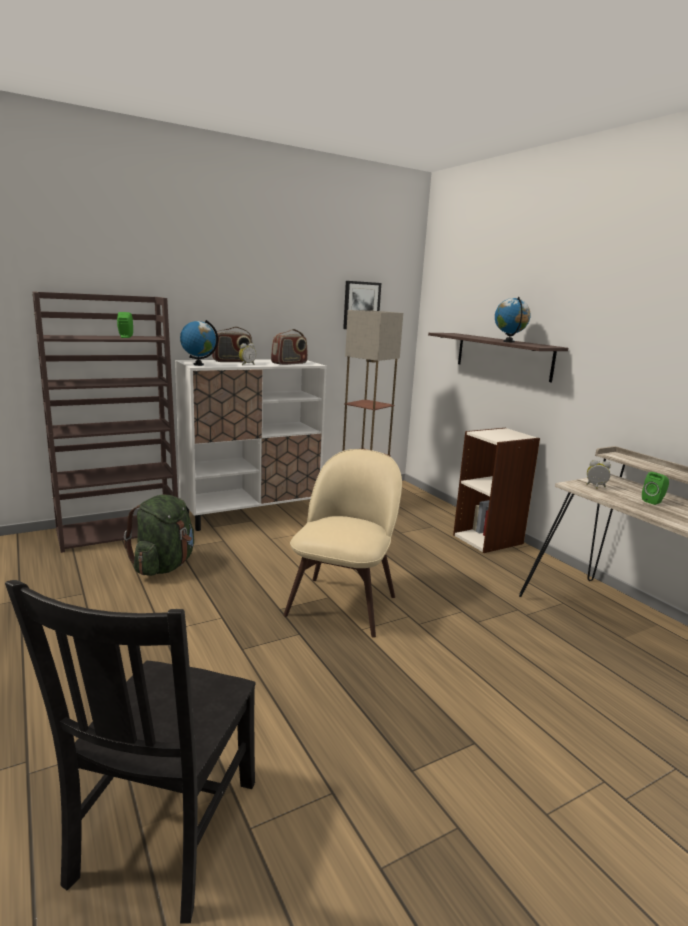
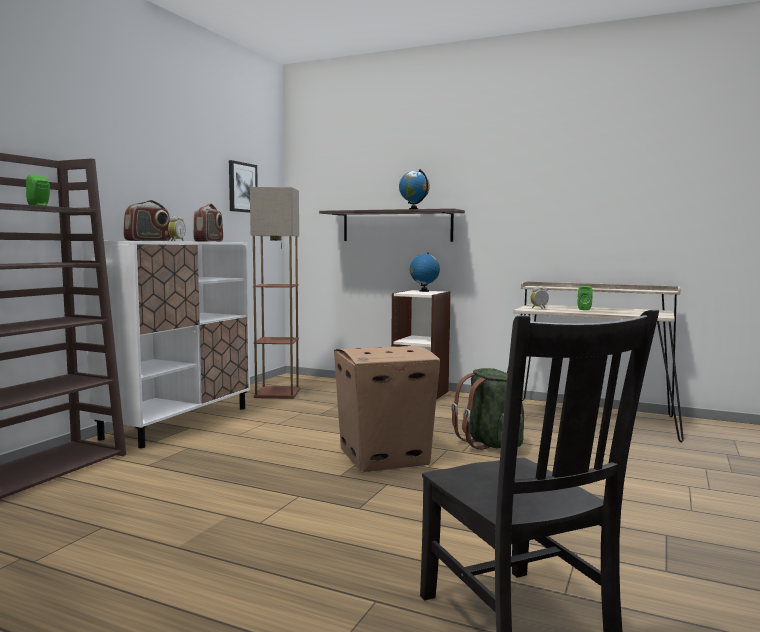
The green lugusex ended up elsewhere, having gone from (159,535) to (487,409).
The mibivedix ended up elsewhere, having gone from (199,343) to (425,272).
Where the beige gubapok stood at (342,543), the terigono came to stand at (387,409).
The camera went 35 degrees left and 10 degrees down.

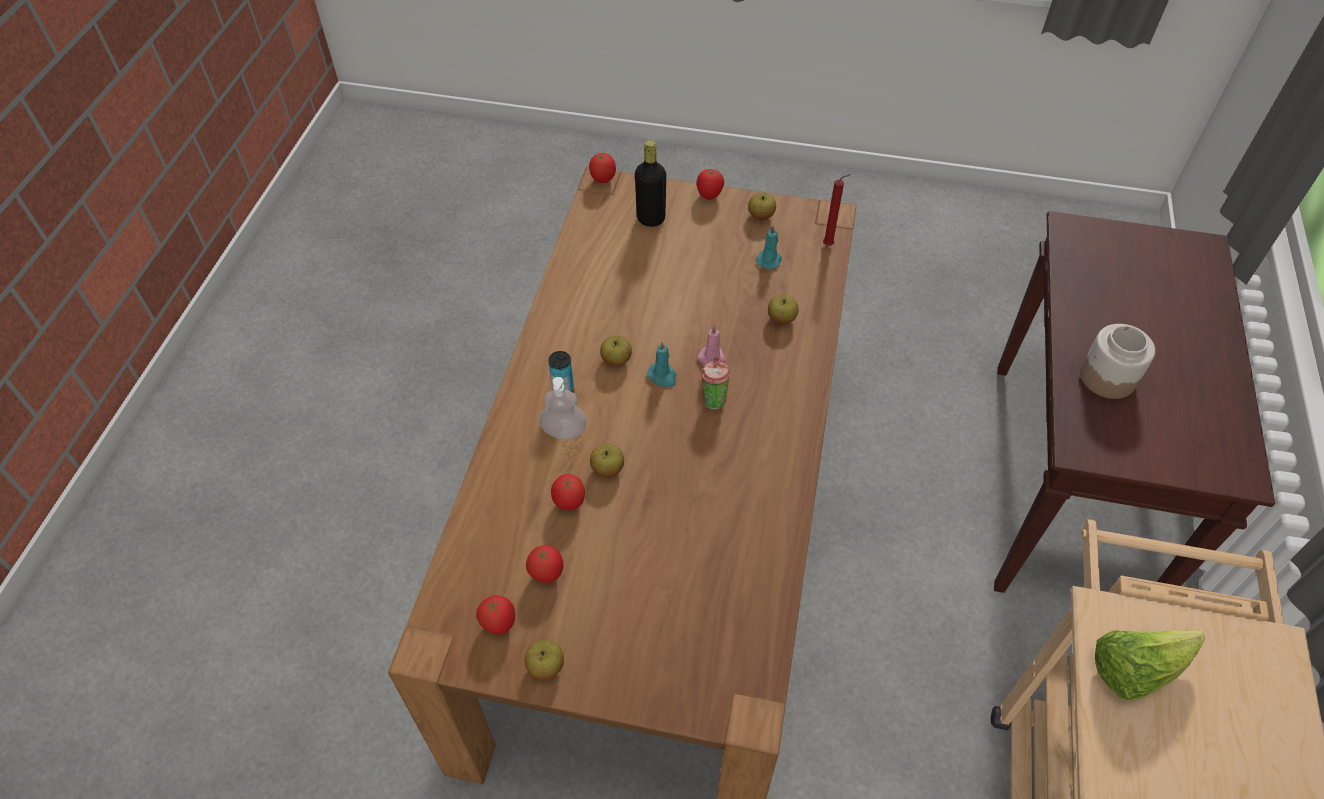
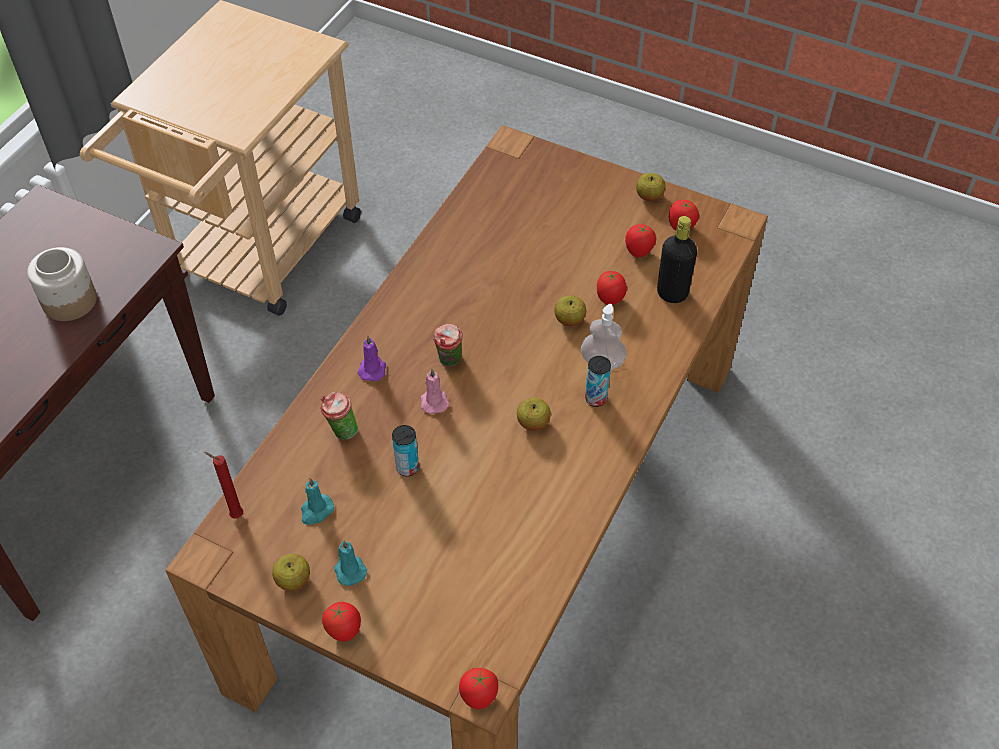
The second view lost the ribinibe at (1150,664).
The second view gained the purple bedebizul at (372,358).
The second view gained the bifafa at (405,450).
The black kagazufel ended up elsewhere, having gone from (650,183) to (677,259).
The turquoise bedebizul ended up elsewhere, having gone from (661,365) to (350,563).
Where the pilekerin stood at (783,310), the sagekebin came to stand at (339,416).
The camera went 165 degrees left and 0 degrees up.

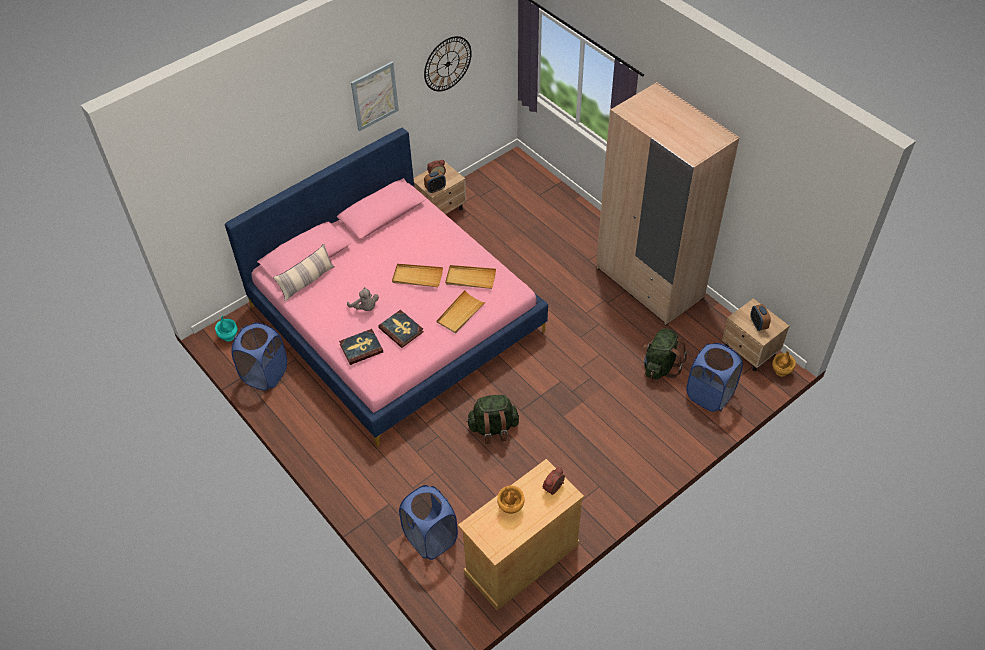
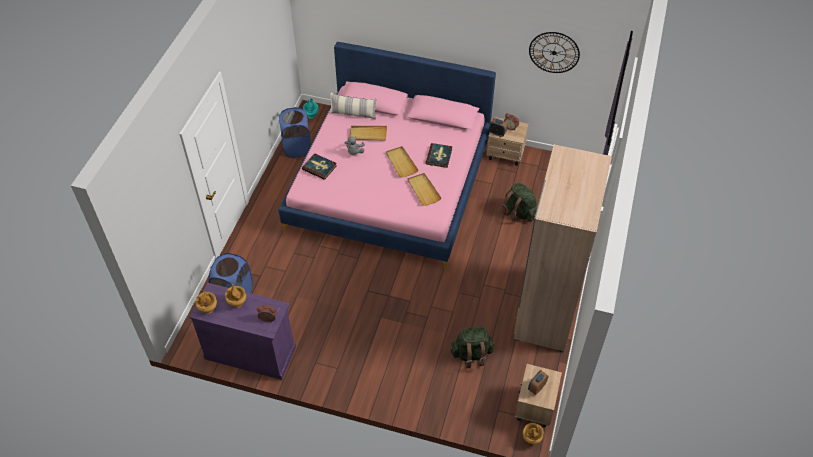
The second view lost the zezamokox at (375,96).
The second view lost the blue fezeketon at (714,377).
The second view gained the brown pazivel at (206,302).
The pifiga ended up elsewhere, having gone from (400,329) to (439,155).
The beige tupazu ended up elsewhere, having gone from (461,312) to (368,133).
The green lugusex ended up elsewhere, having gone from (492,419) to (519,202).
What was the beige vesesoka at (521,535) turned into the purple vesesoka at (242,331).
The camera went 55 degrees right and 0 degrees up.

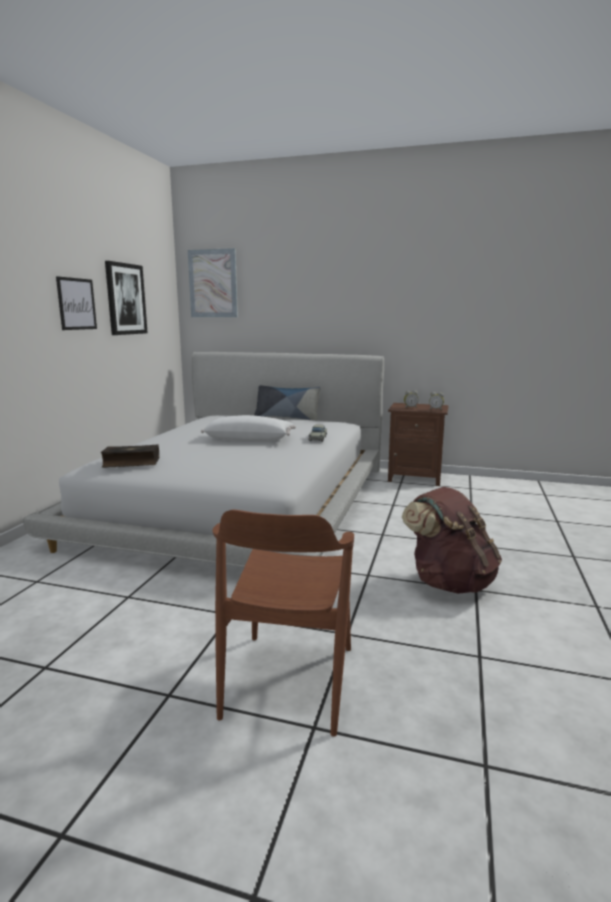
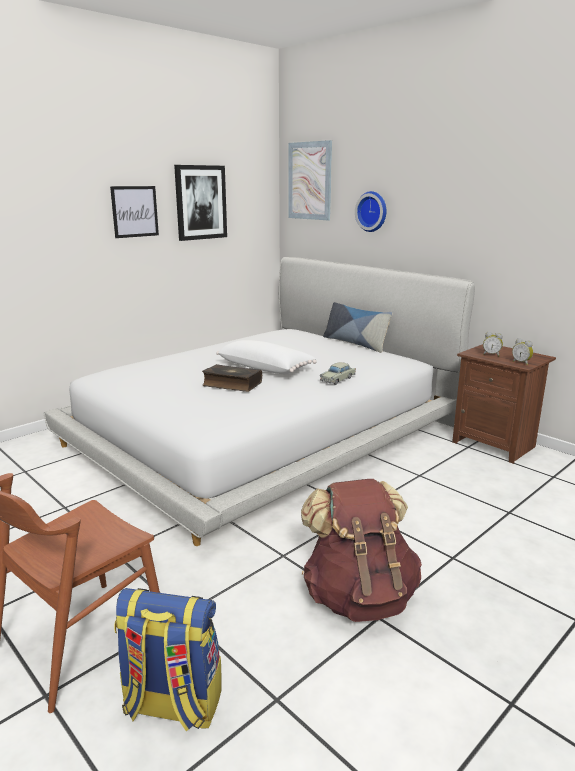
The second view gained the lugusex at (168,659).
The second view gained the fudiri at (370,211).
The pifiga ended up elsewhere, having gone from (130,456) to (232,378).
The camera went 30 degrees right and 5 degrees up.

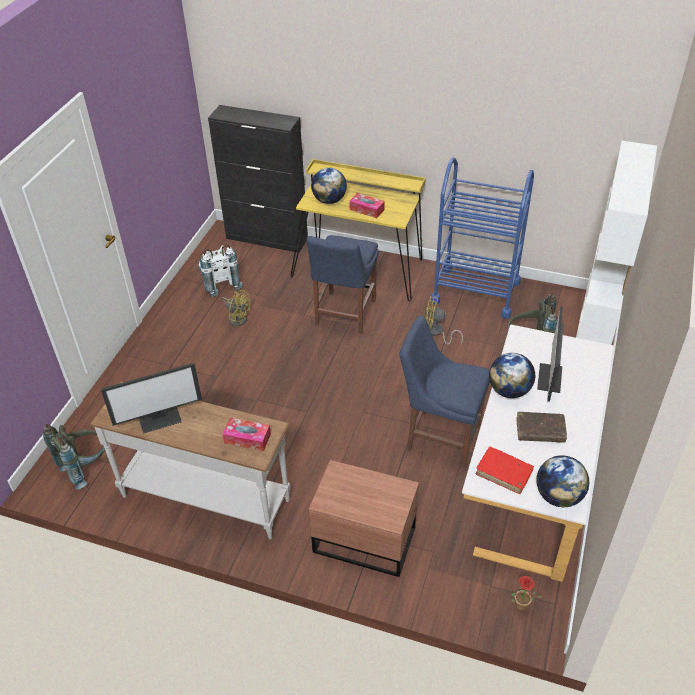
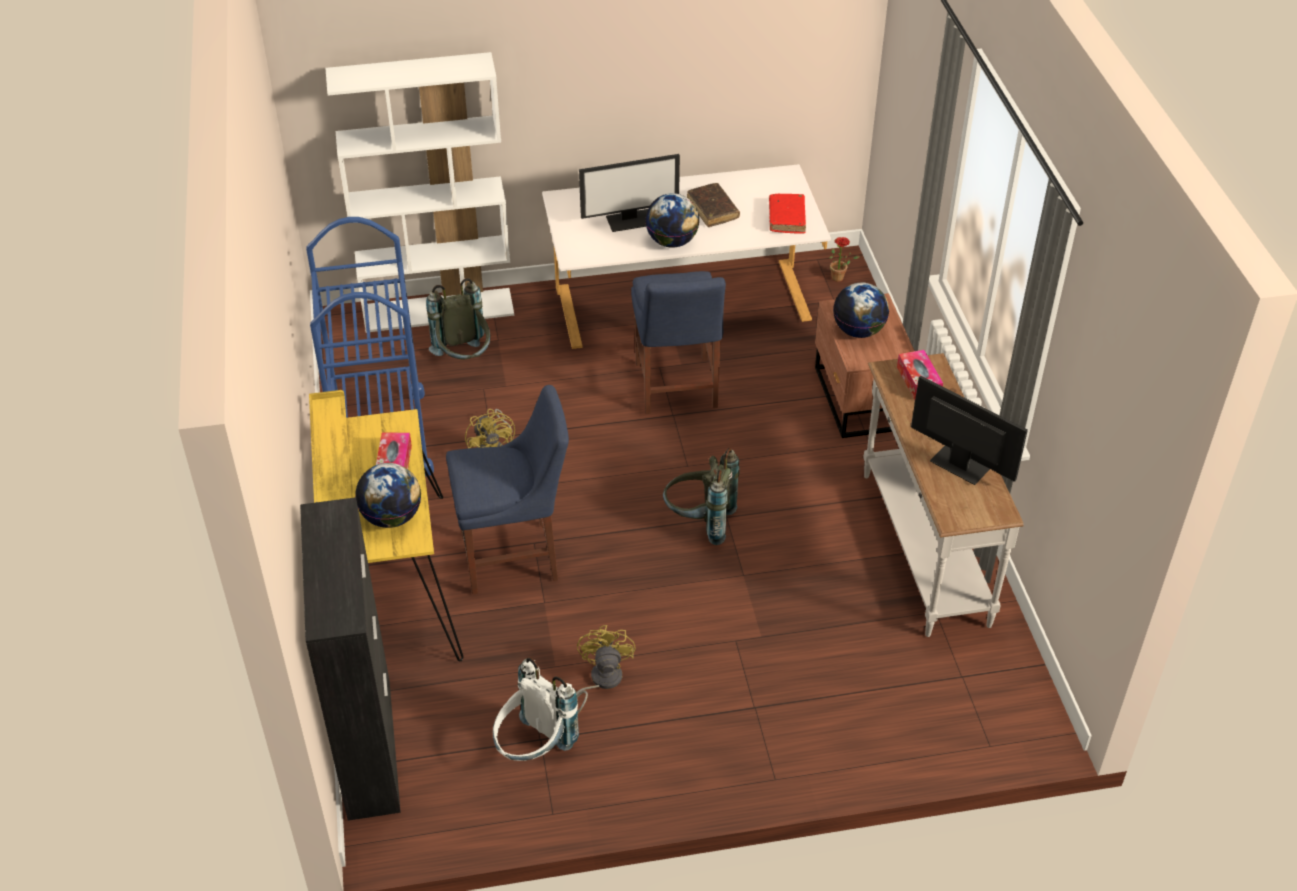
The grey lugusex ended up elsewhere, having gone from (74,457) to (701,496).
The mibivedix ended up elsewhere, having gone from (563,481) to (861,310).
The camera went 120 degrees left and 0 degrees up.

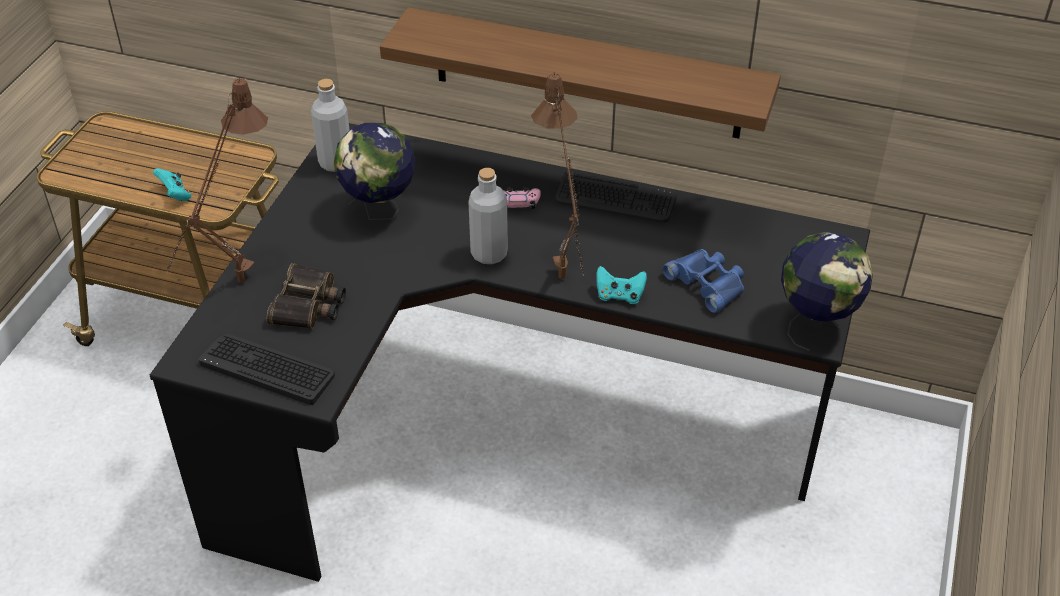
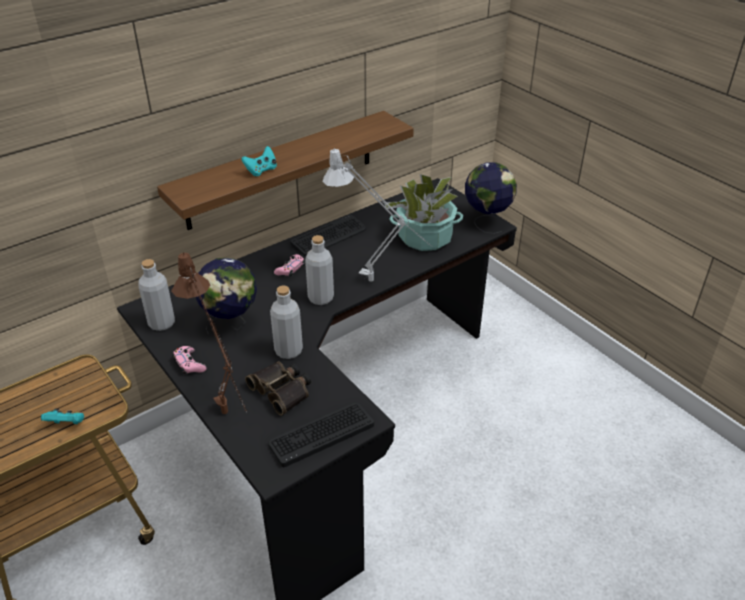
The second view gained the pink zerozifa at (190,360).
The second view gained the grey kagazufel at (286,322).
The turquoise zerozifa ended up elsewhere, having gone from (621,285) to (259,161).
Where the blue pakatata stood at (703,281), the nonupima came to stand at (423,212).
What was the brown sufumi at (557,176) turned into the grey sufumi at (377,214).
The camera went 55 degrees left and 5 degrees down.

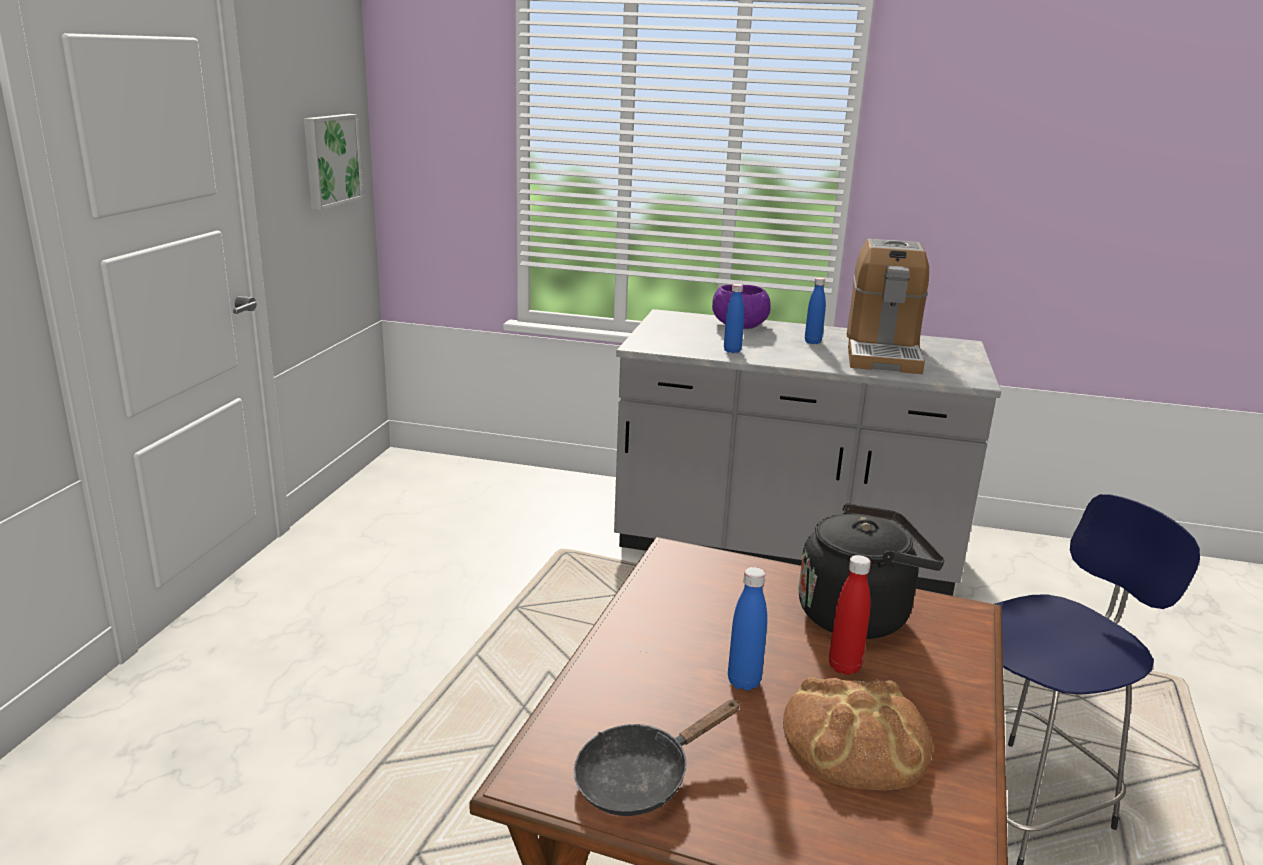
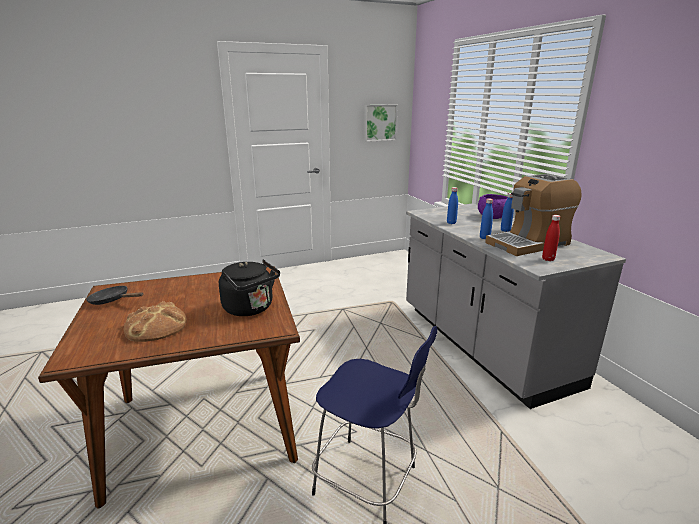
The blue kagazufel ended up elsewhere, having gone from (747,629) to (486,218).
The red kagazufel ended up elsewhere, having gone from (850,615) to (551,238).
The camera went 55 degrees right and 0 degrees up.

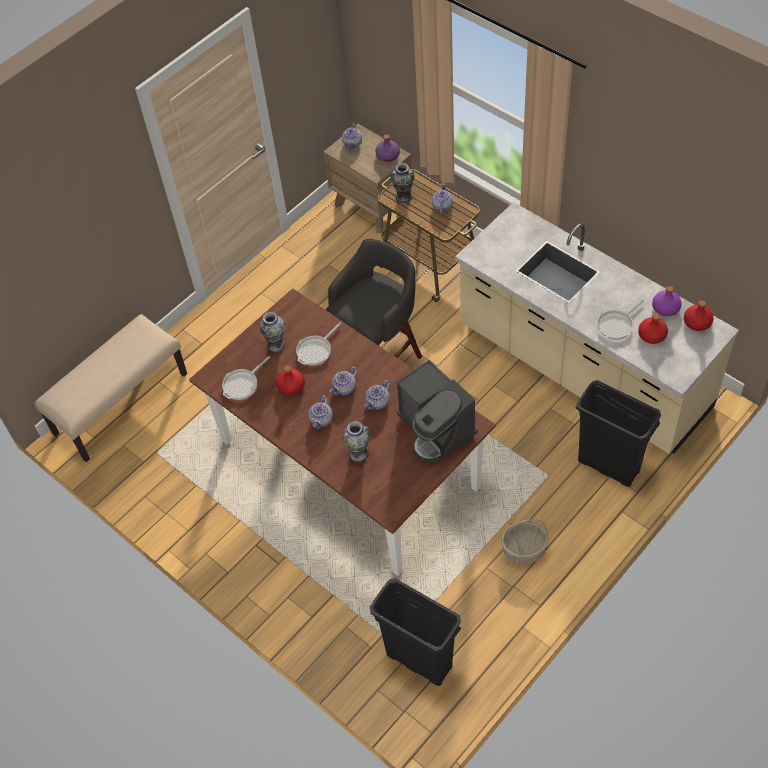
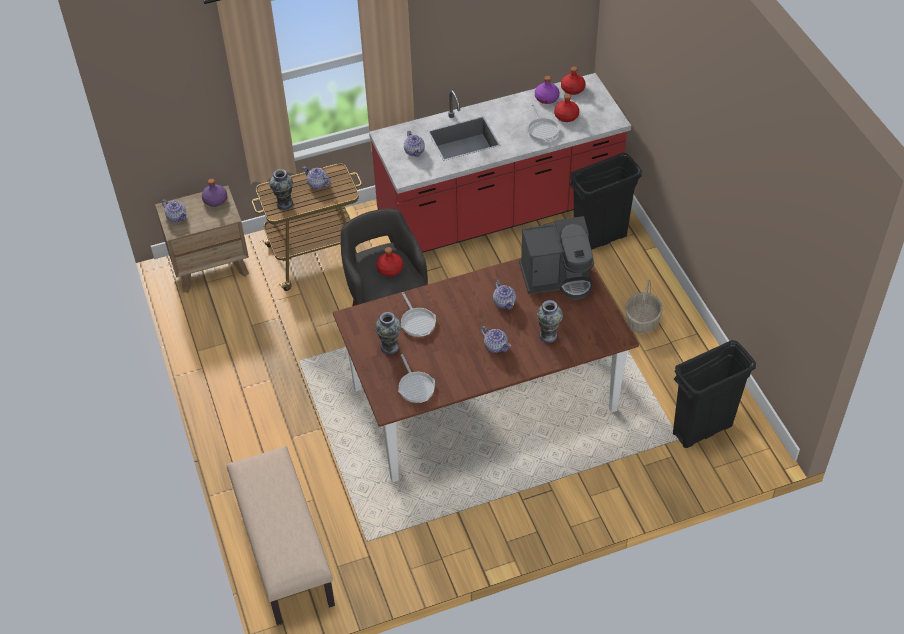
The red kagazufel ended up elsewhere, having gone from (290,380) to (389,262).
The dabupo ended up elsewhere, having gone from (343,381) to (414,144).
What was the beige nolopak at (597,328) turned into the red nolopak at (500,163).
The camera went 65 degrees left and 5 degrees down.

